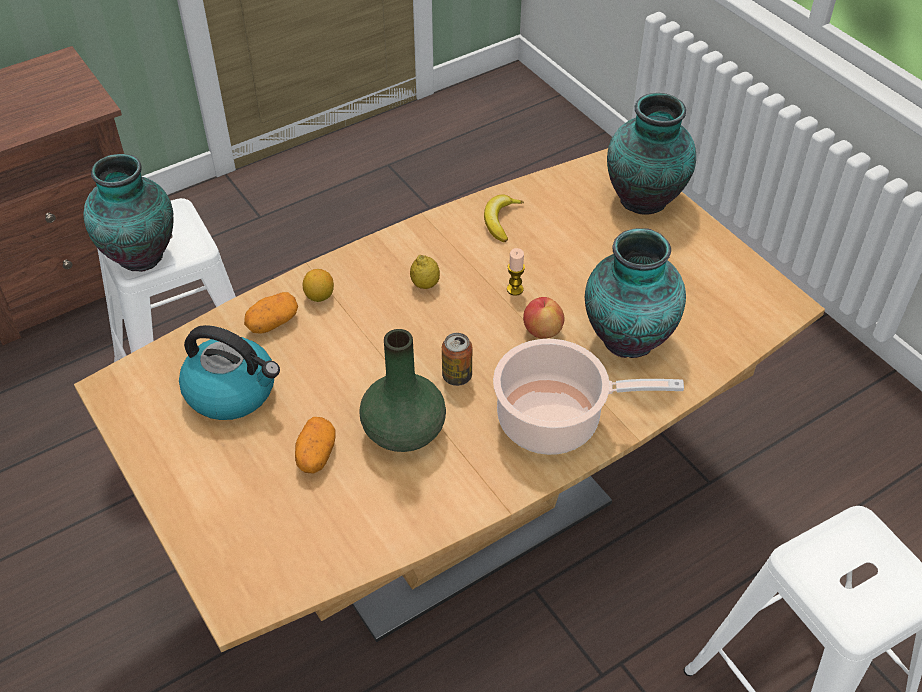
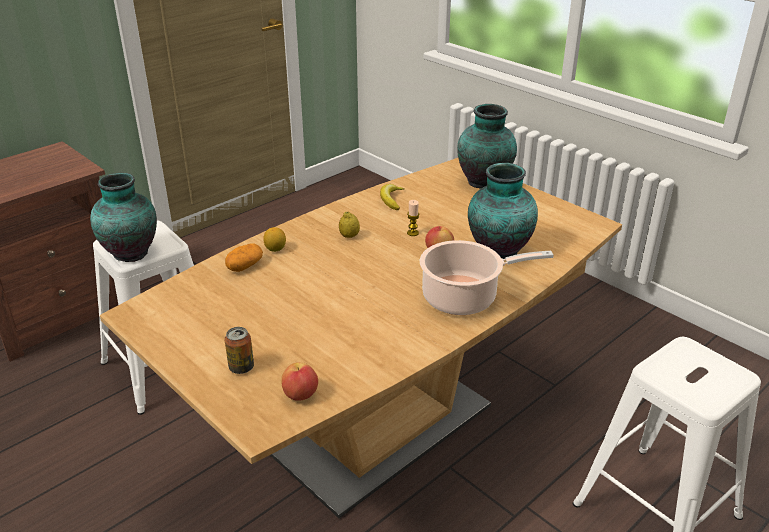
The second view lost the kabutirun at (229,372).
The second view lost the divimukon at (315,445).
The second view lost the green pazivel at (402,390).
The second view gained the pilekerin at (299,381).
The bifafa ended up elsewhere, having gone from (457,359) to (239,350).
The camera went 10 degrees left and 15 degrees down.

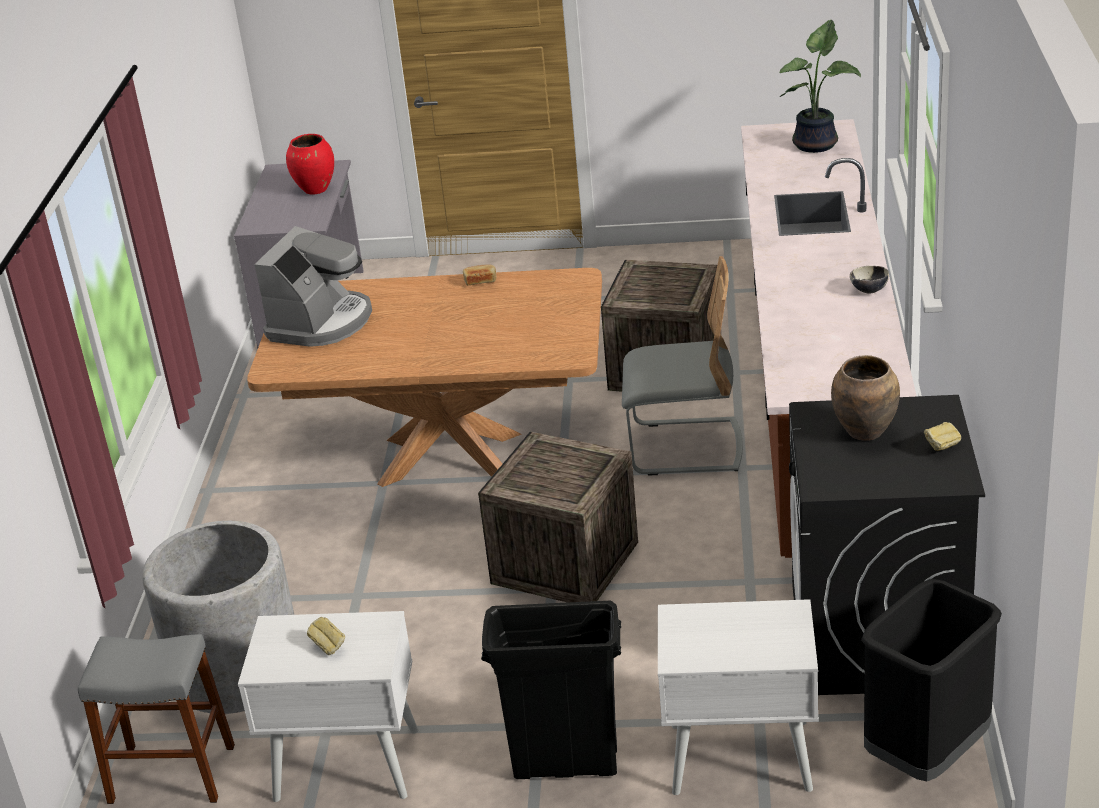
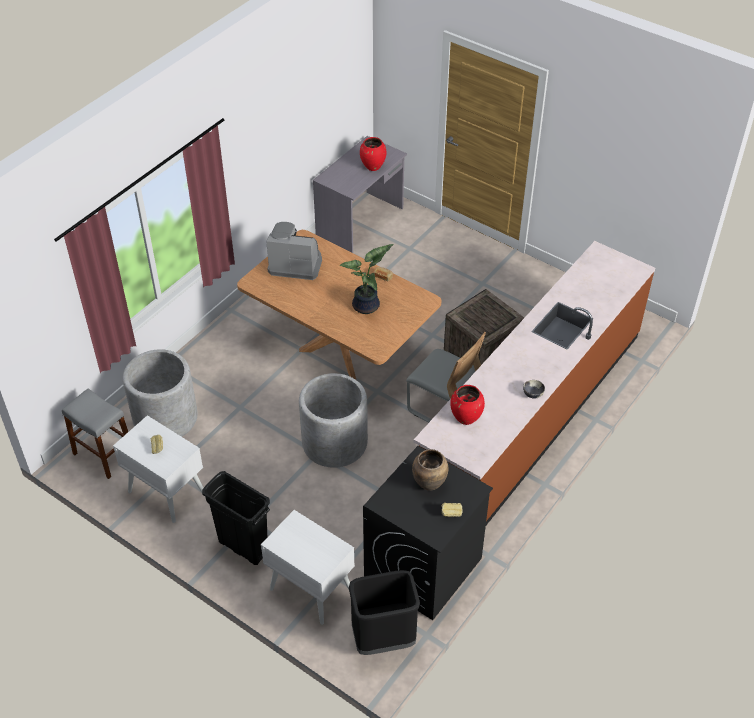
The second view gained the red pazivel at (467,405).
The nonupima ended up elsewhere, having gone from (820,86) to (367,279).
Where the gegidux stood at (558,517), the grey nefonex came to stand at (333,420).
The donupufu at (313,286) ended up facing another way, 135 degrees counterclockwise from before.
The camera went 30 degrees right and 15 degrees up.

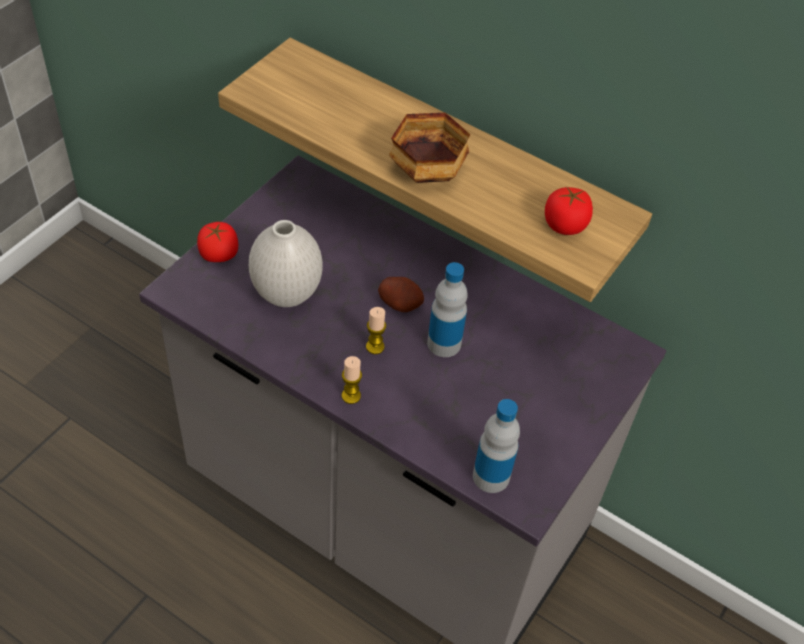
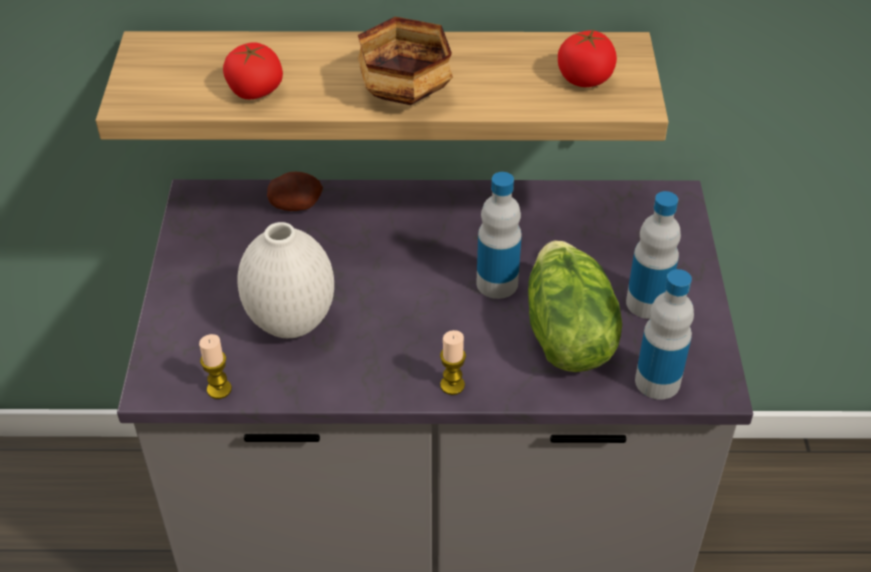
The second view gained the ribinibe at (575,306).
The second view gained the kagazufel at (653,255).
The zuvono ended up elsewhere, having gone from (217,242) to (253,70).
The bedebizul ended up elsewhere, having gone from (376,330) to (215,366).
The divimukon ended up elsewhere, having gone from (401,294) to (295,191).
The camera went 30 degrees left and 5 degrees down.

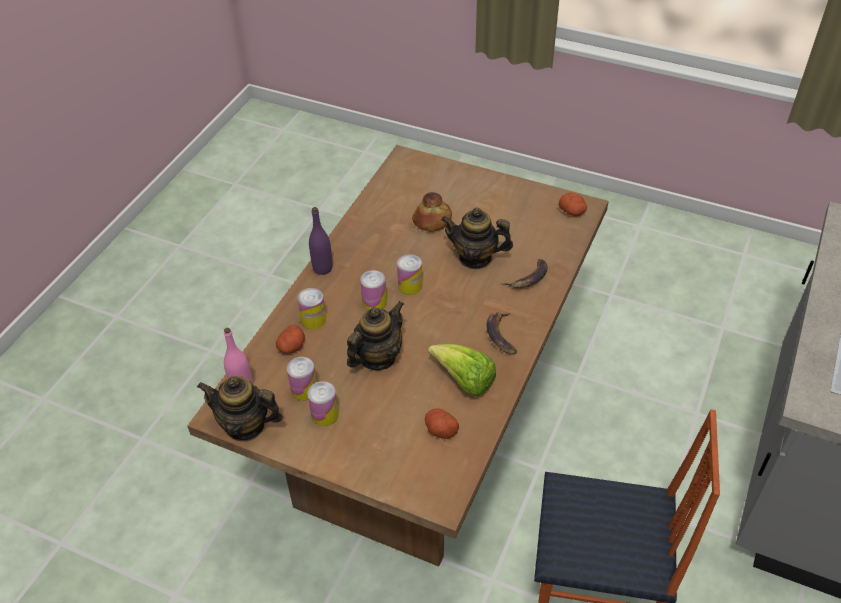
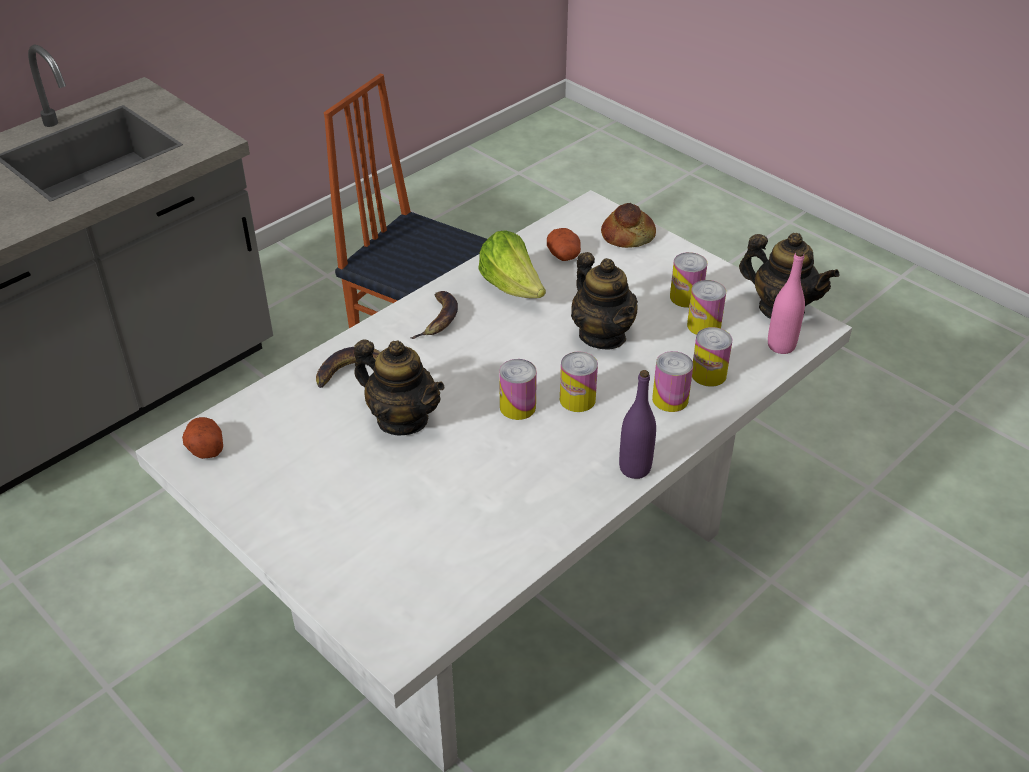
The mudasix ended up elsewhere, having gone from (432,212) to (628,225).
Where the divimukon stood at (290,339), the bifafa came to stand at (712,357).
What was the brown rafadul at (398,356) turned into the white rafadul at (493,481).
The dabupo at (375,335) ended up facing another way, 90 degrees counterclockwise from before.
The camera went 160 degrees left and 5 degrees down.

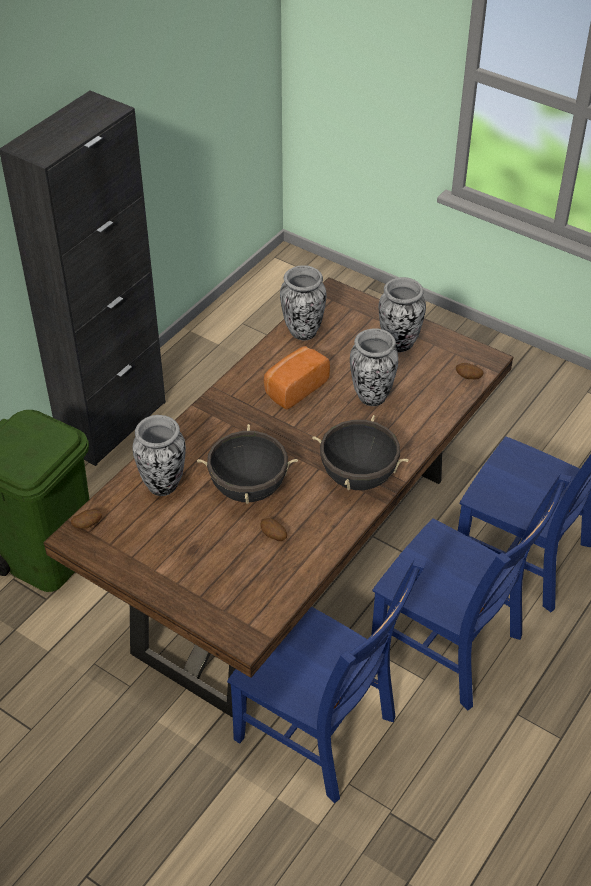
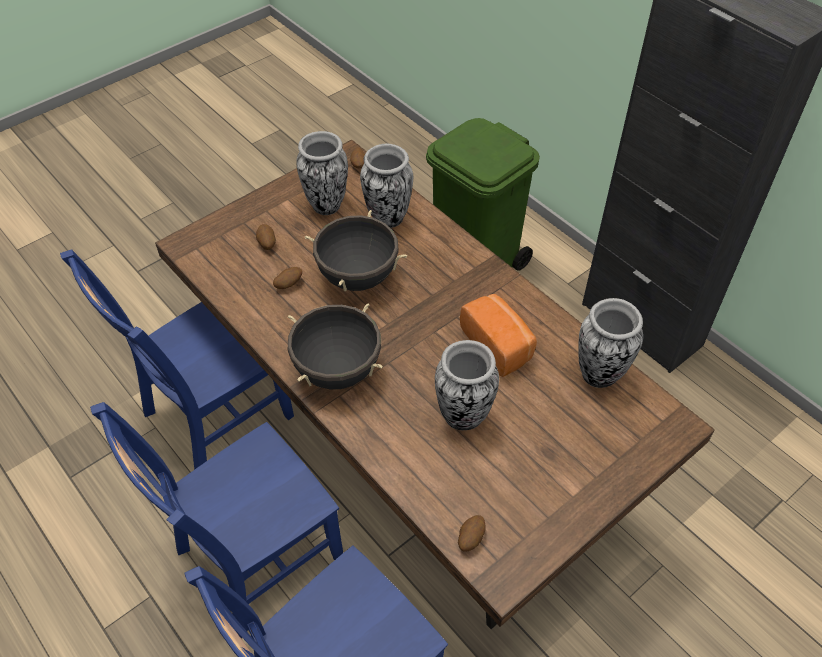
The second view gained the divimukon at (266,237).
The pazivel ended up elsewhere, having gone from (402,314) to (322,173).
The camera went 105 degrees right and 5 degrees up.

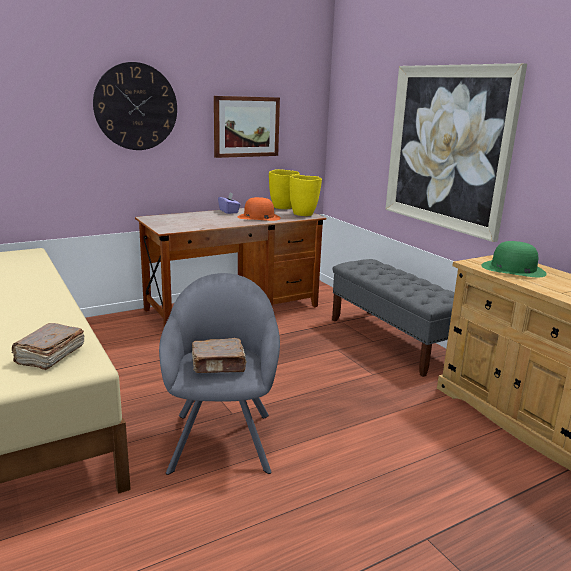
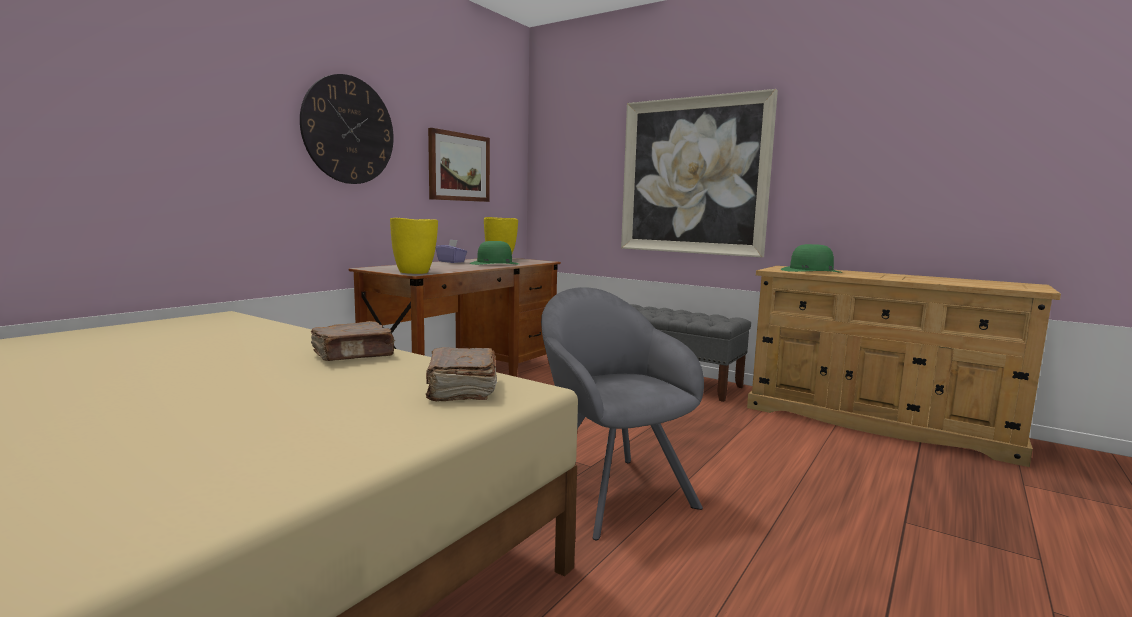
The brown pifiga ended up elsewhere, having gone from (219,355) to (353,341).
The yellow pazivel ended up elsewhere, having gone from (305,195) to (414,246).
What was the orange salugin at (259,209) turned into the green salugin at (494,253).
The camera went 25 degrees left and 10 degrees down.

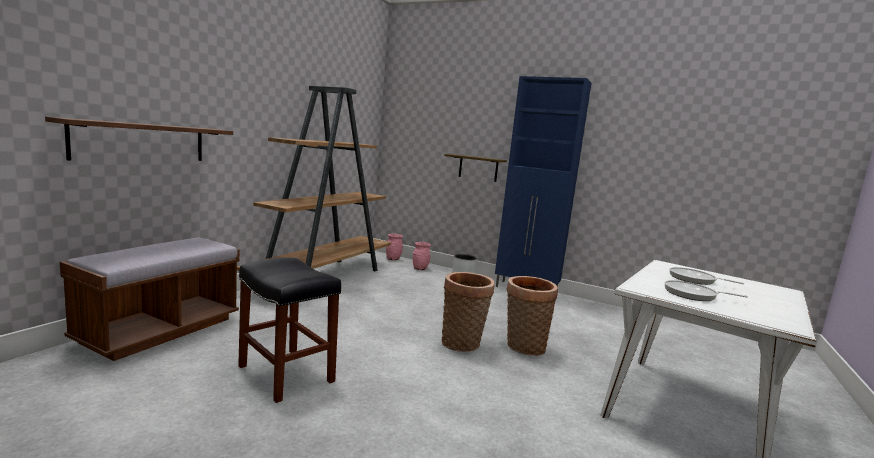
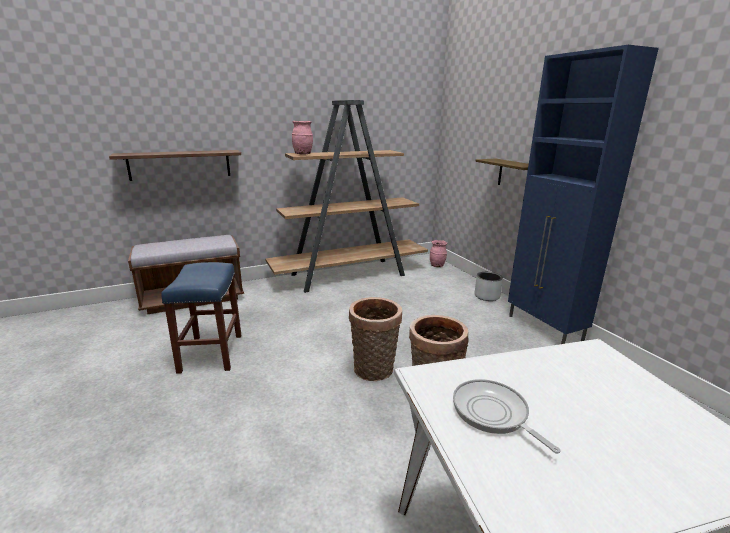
The second view lost the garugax at (706,276).
The pink pazivel ended up elsewhere, having gone from (422,256) to (302,137).
What was the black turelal at (289,330) turned into the blue turelal at (201,318).
The camera went 40 degrees right and 10 degrees up.

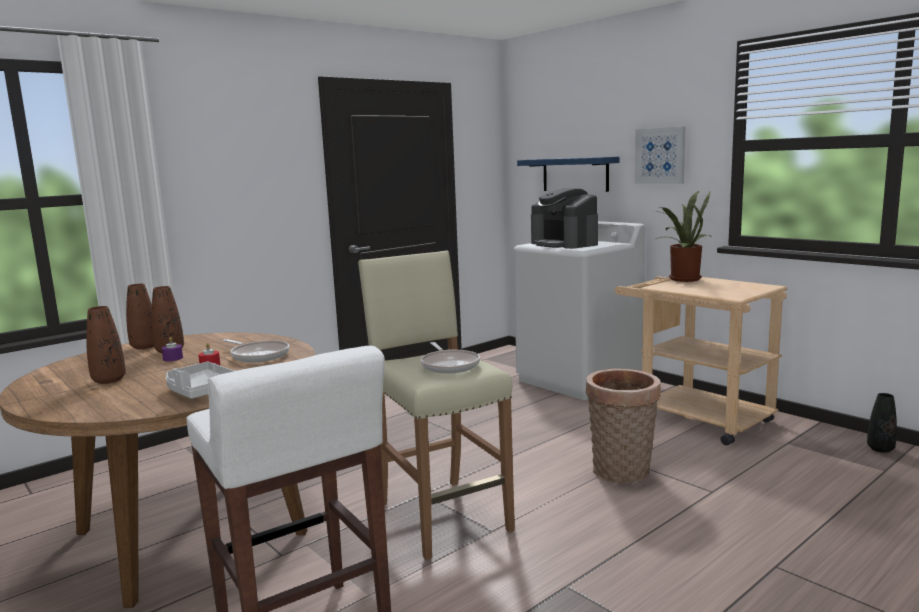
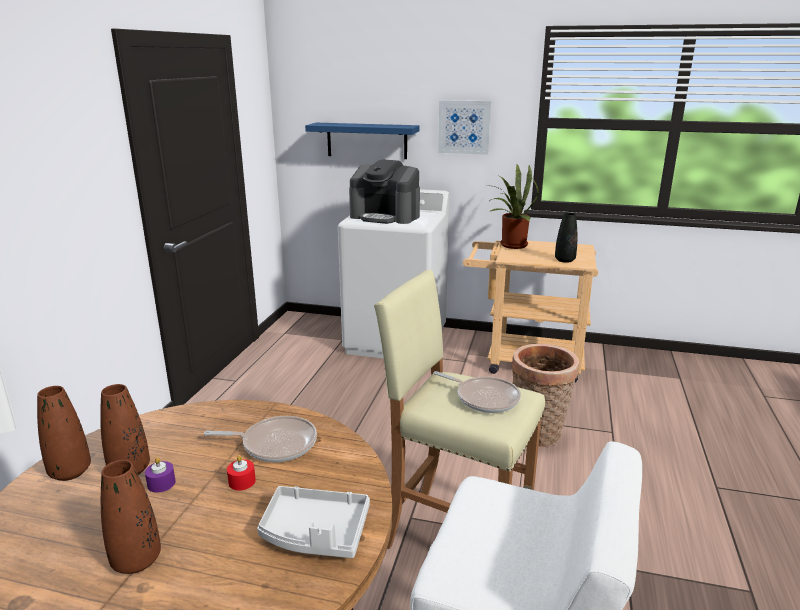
The black pazivel ended up elsewhere, having gone from (882,423) to (566,238).
The camera went 35 degrees left and 10 degrees up.

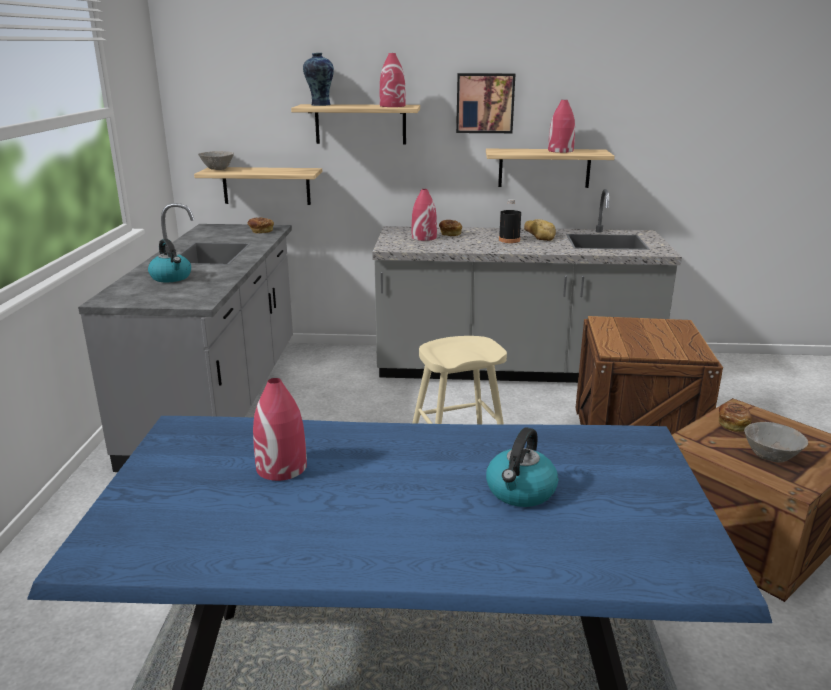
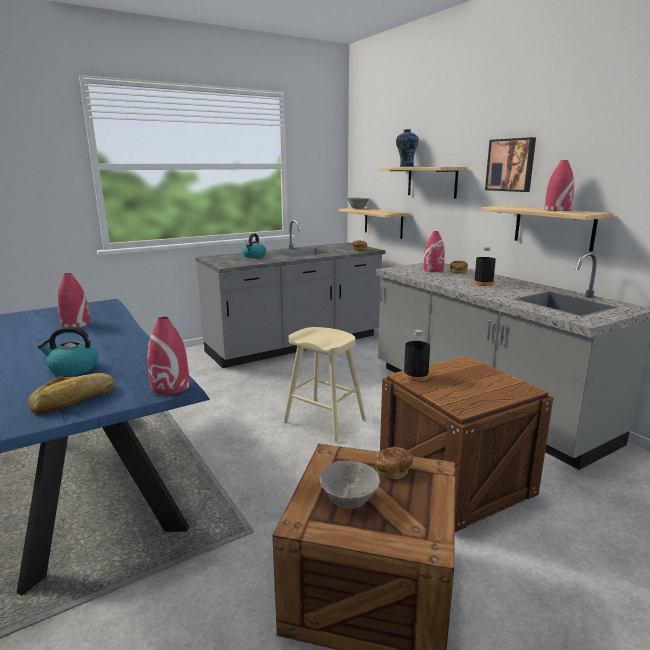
The second view gained the black kagazufel at (416,356).
The red pazivel ended up elsewhere, having gone from (393,80) to (168,356).
The mudasix ended up elsewhere, having gone from (540,230) to (72,393).
The camera went 55 degrees right and 5 degrees down.

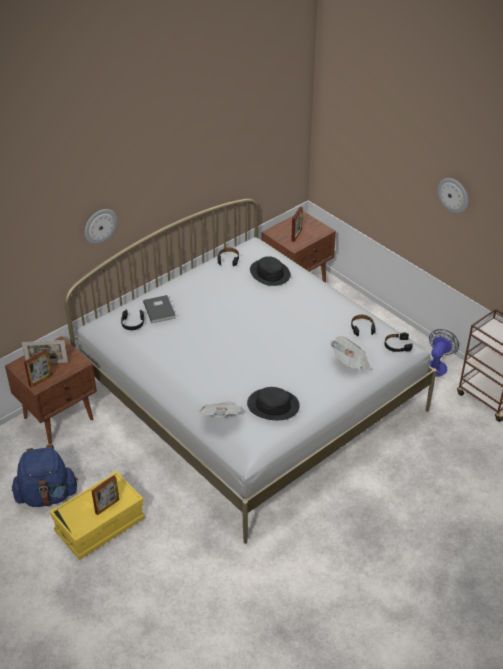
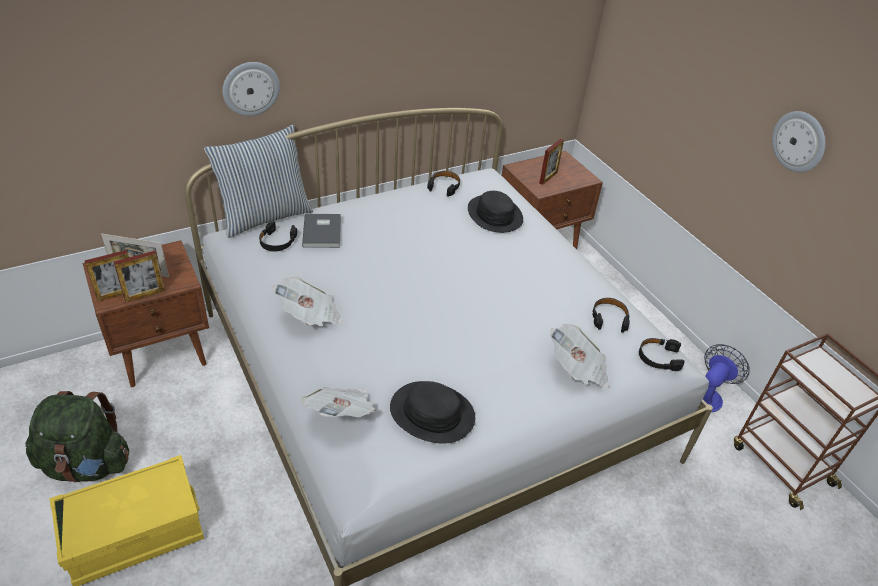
The second view gained the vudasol at (258,181).
The second view gained the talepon at (308,302).
The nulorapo ended up elsewhere, having gone from (105,495) to (139,277).
What was the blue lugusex at (45,475) turned into the green lugusex at (77,437).
The camera went 10 degrees right and 0 degrees up.

